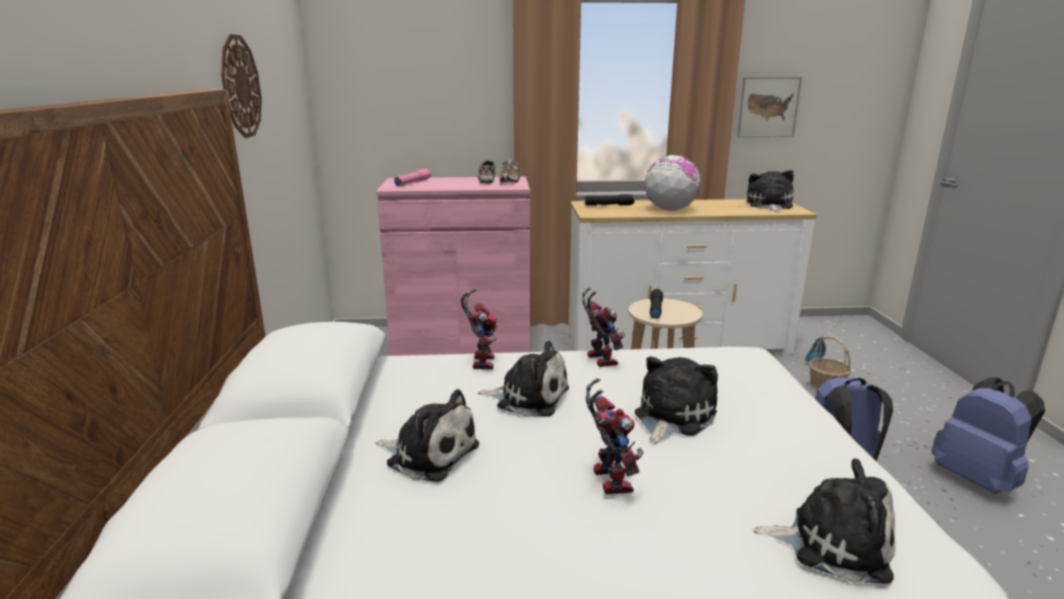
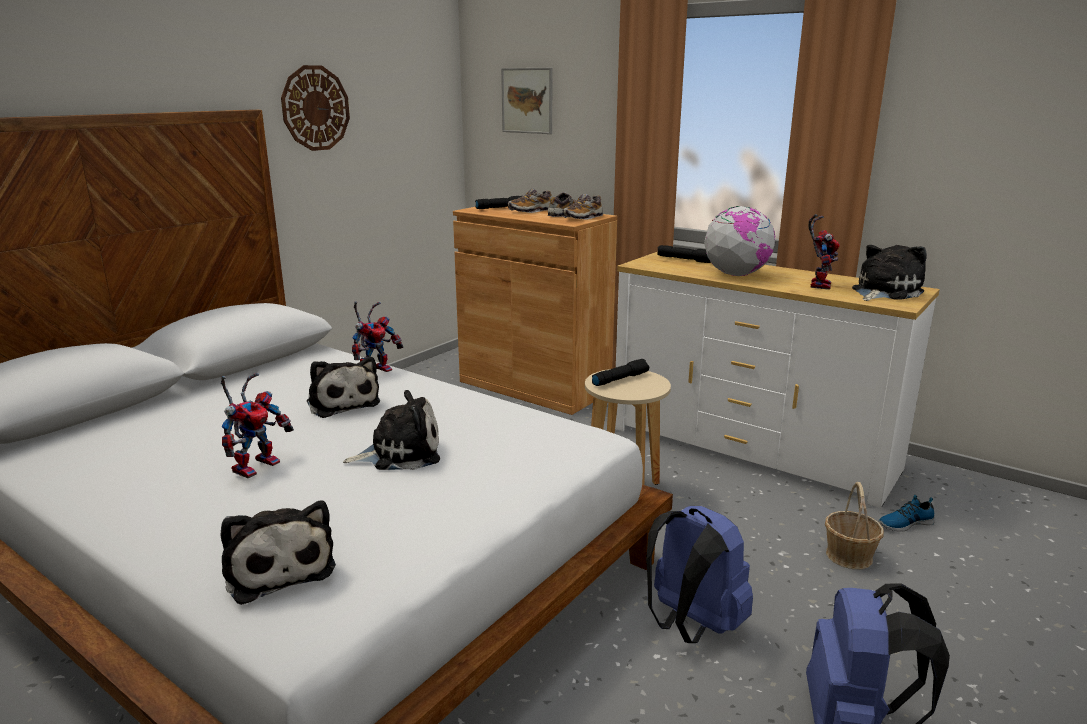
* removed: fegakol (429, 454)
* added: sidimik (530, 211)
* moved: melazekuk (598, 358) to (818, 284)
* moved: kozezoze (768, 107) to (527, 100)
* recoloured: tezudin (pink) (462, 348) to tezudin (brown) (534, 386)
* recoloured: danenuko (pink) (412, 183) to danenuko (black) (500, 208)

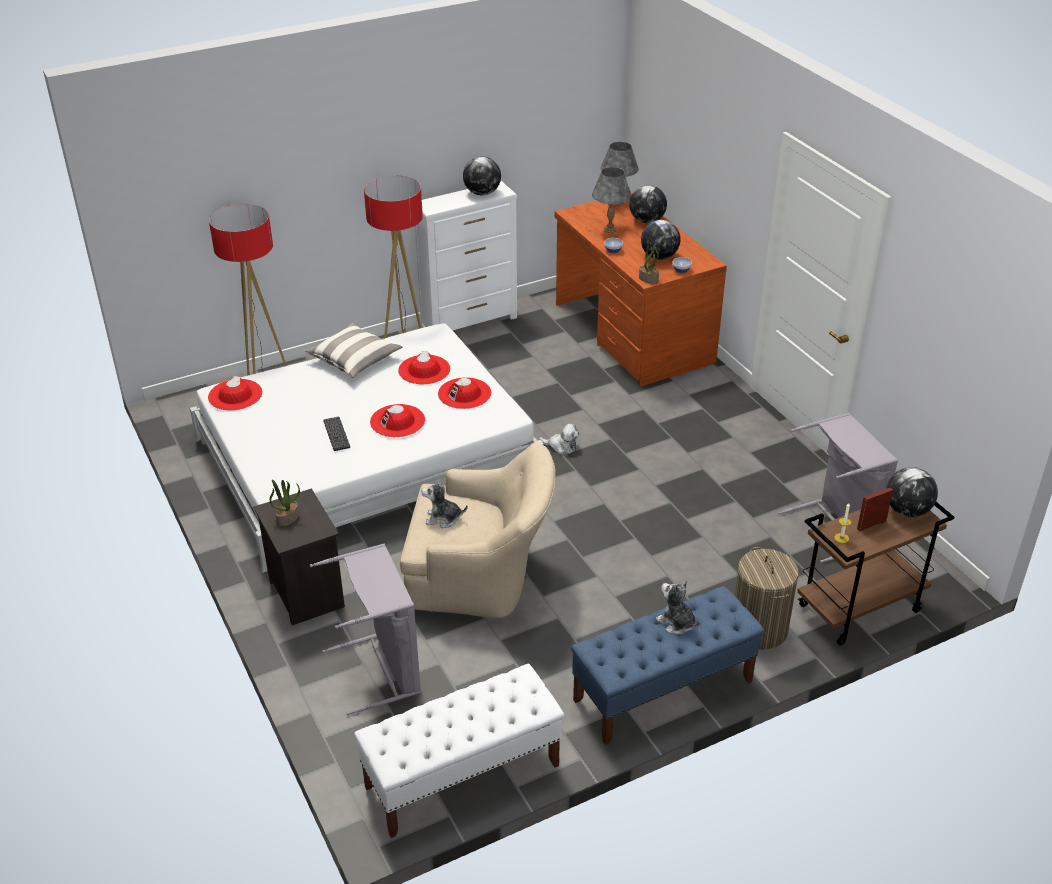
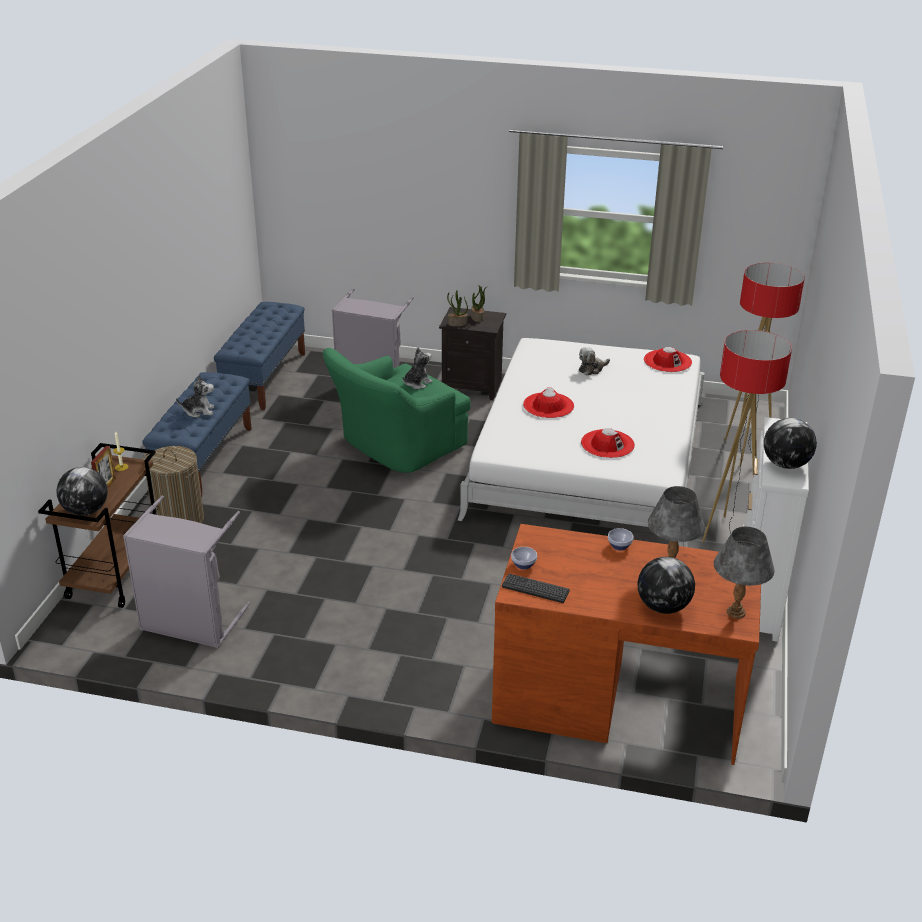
* removed: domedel (354, 360)
* removed: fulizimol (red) (464, 393)
* removed: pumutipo (659, 256)
* moved: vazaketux (336, 434) to (535, 589)
* moved: fegakol (561, 446) to (592, 369)
* moved: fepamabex (649, 279) to (457, 323)
* recoloured: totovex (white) (462, 776) to totovex (blue) (265, 378)
* recoloured: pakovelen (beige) (482, 576) to pakovelen (green) (395, 446)

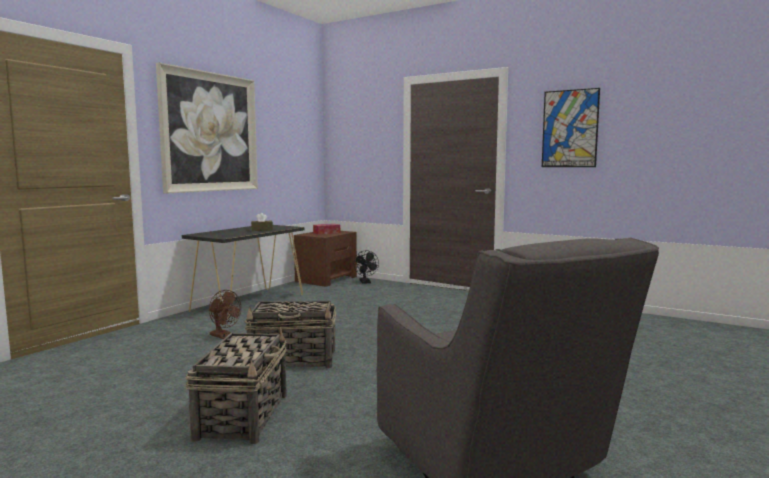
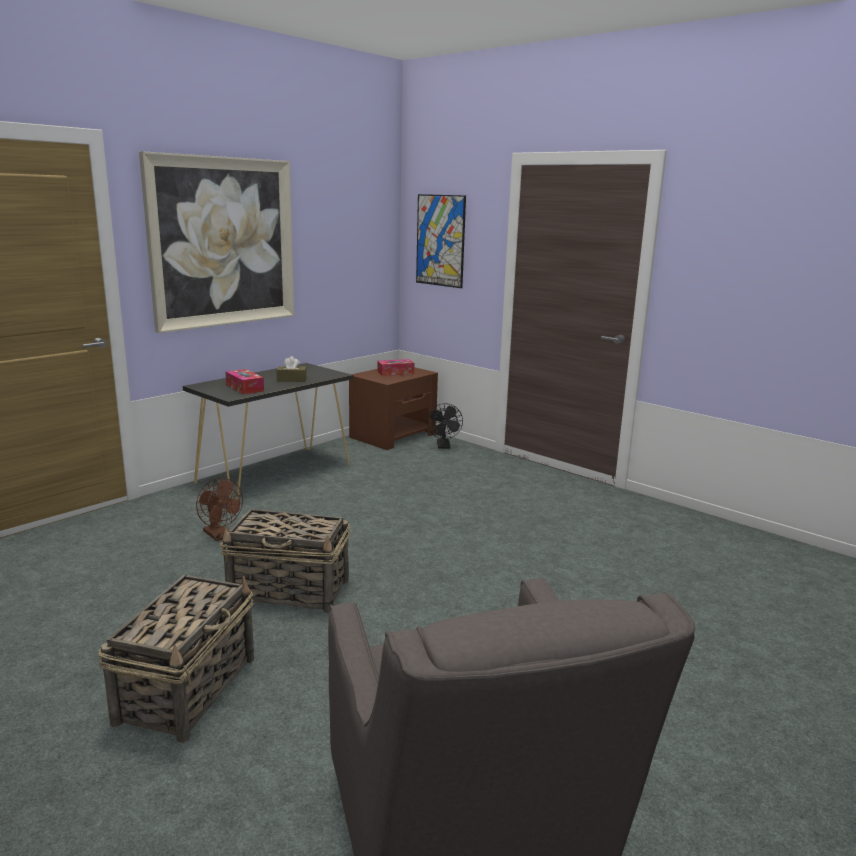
* added: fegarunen (244, 388)
* moved: kozezoze (570, 128) to (440, 240)

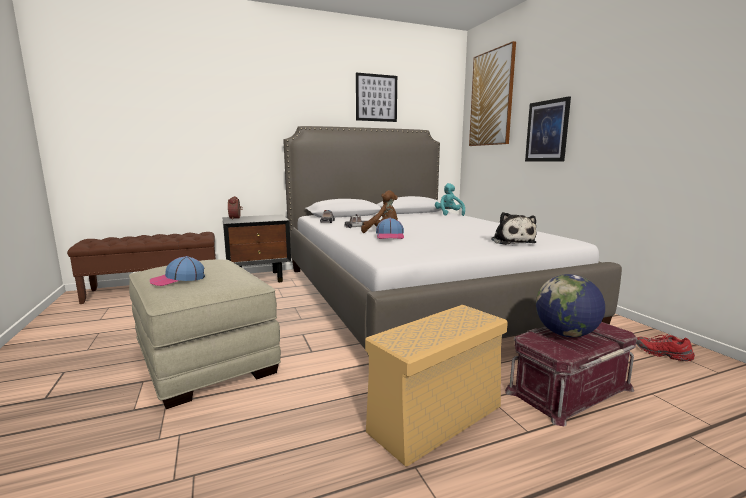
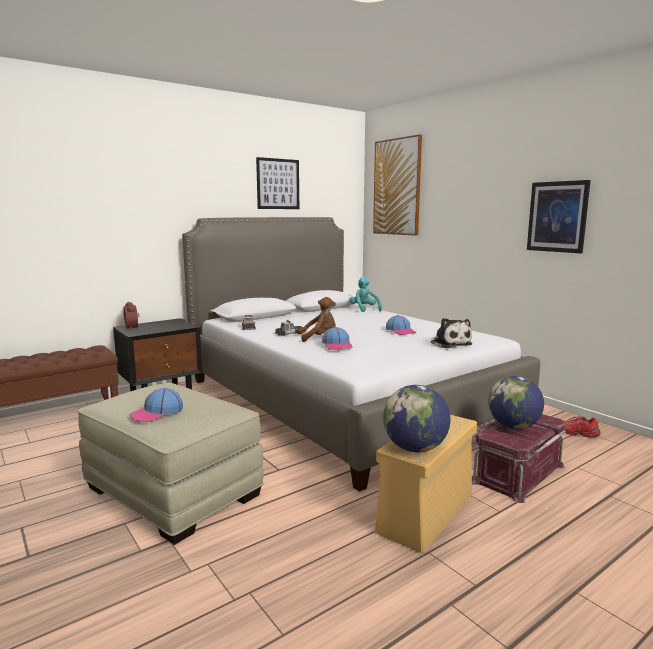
* added: pumutipo (415, 448)
* added: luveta (401, 331)
* moved: kozezoze (547, 131) to (557, 217)

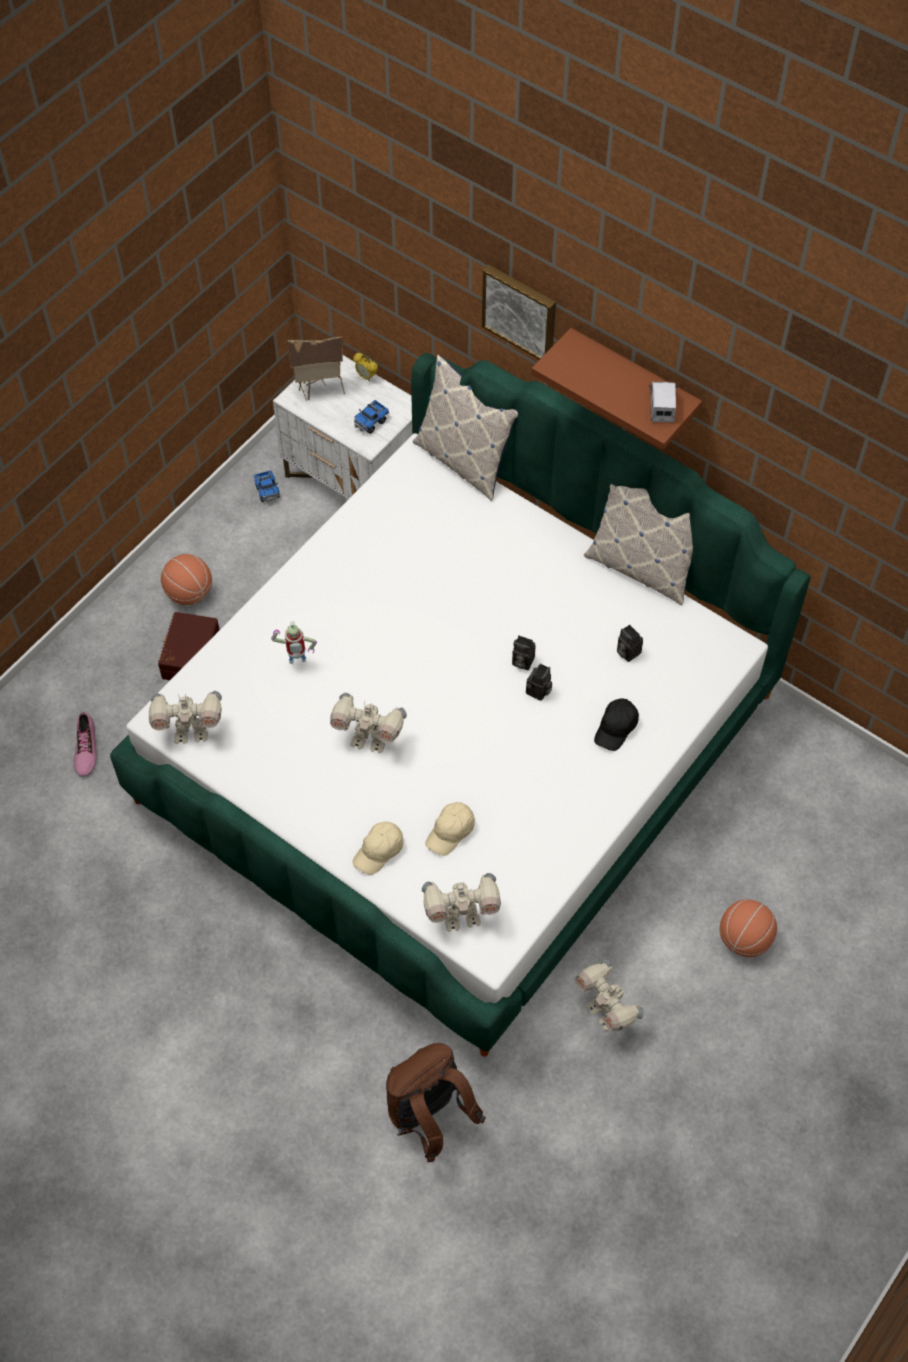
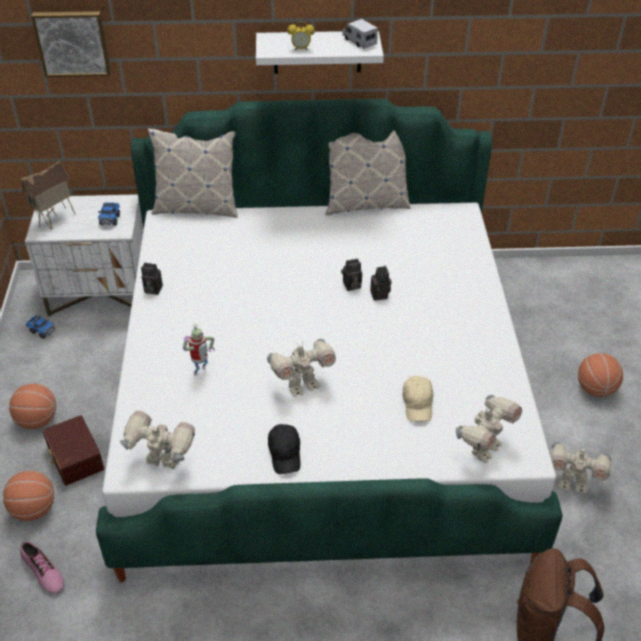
* removed: luveta (beige) (379, 851)
* added: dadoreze (33, 509)
* moved: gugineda (366, 377) to (301, 49)
* moved: kozezoze (520, 311) to (72, 43)
* moved: luveta (black) (616, 728) to (285, 453)
* moved: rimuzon (626, 651) to (152, 289)
* recoloured: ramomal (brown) (633, 382) to ramomal (white) (317, 52)
* turned: melazekuk (191, 732) = (163, 463) 120 degrees counterclockwise

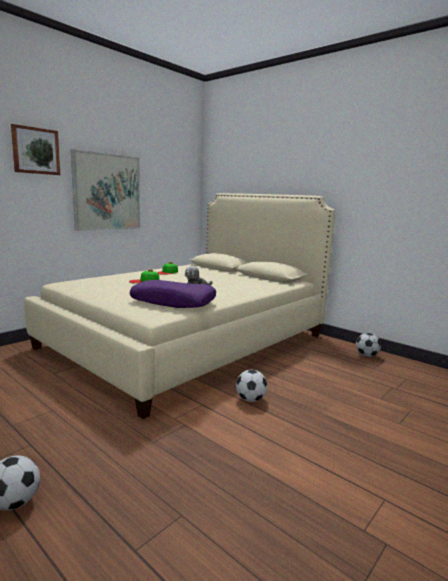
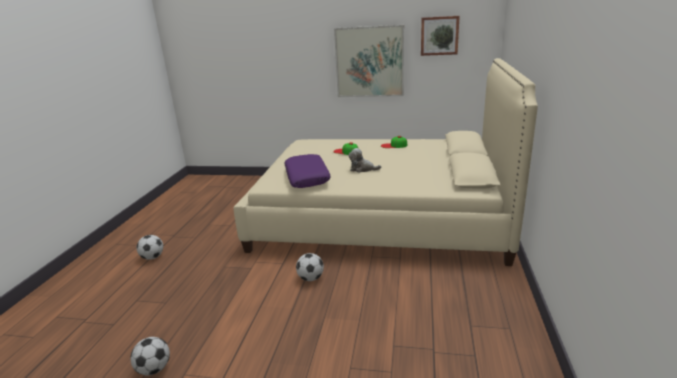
* moved: kozezoze (35, 151) to (439, 35)
* moved: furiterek (366, 355) to (154, 369)

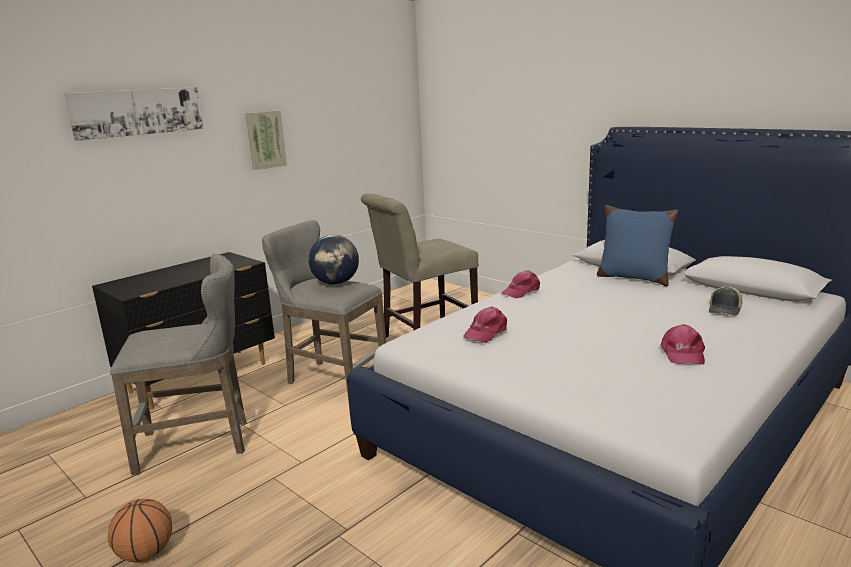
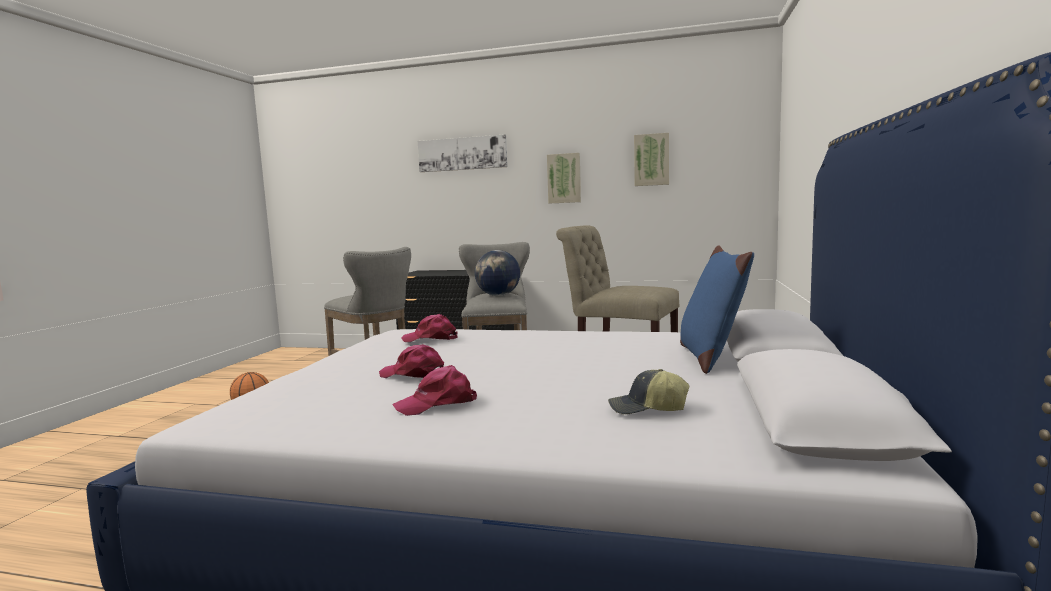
* added: kozezoze (651, 160)
* moved: luveta (pink) (521, 291) to (414, 374)

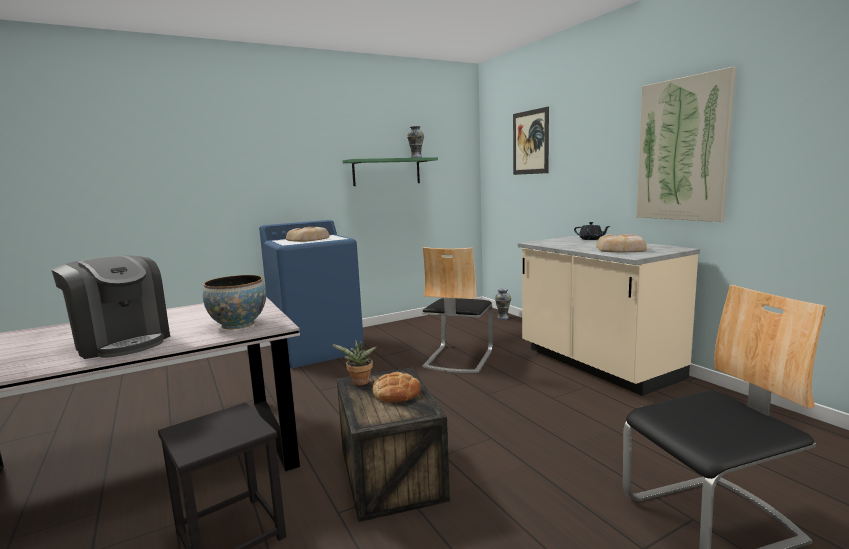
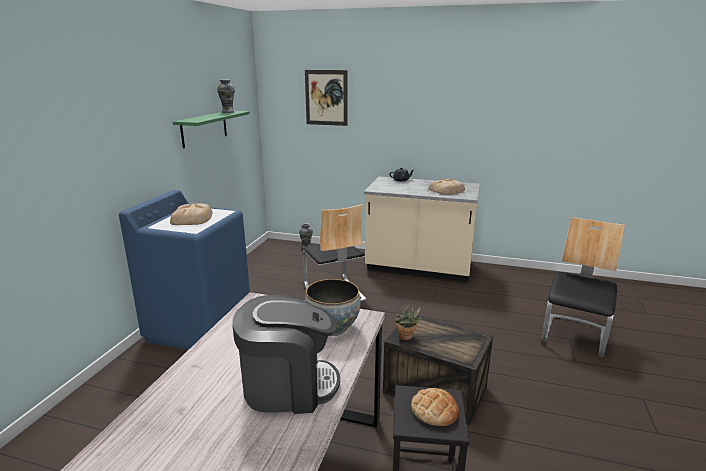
* removed: kozezoze (682, 150)
* moved: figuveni (396, 393) to (434, 410)

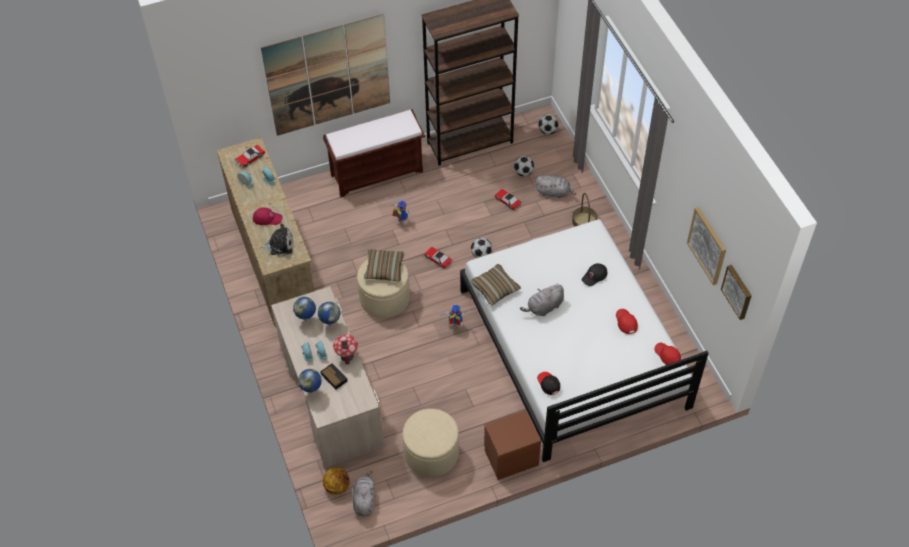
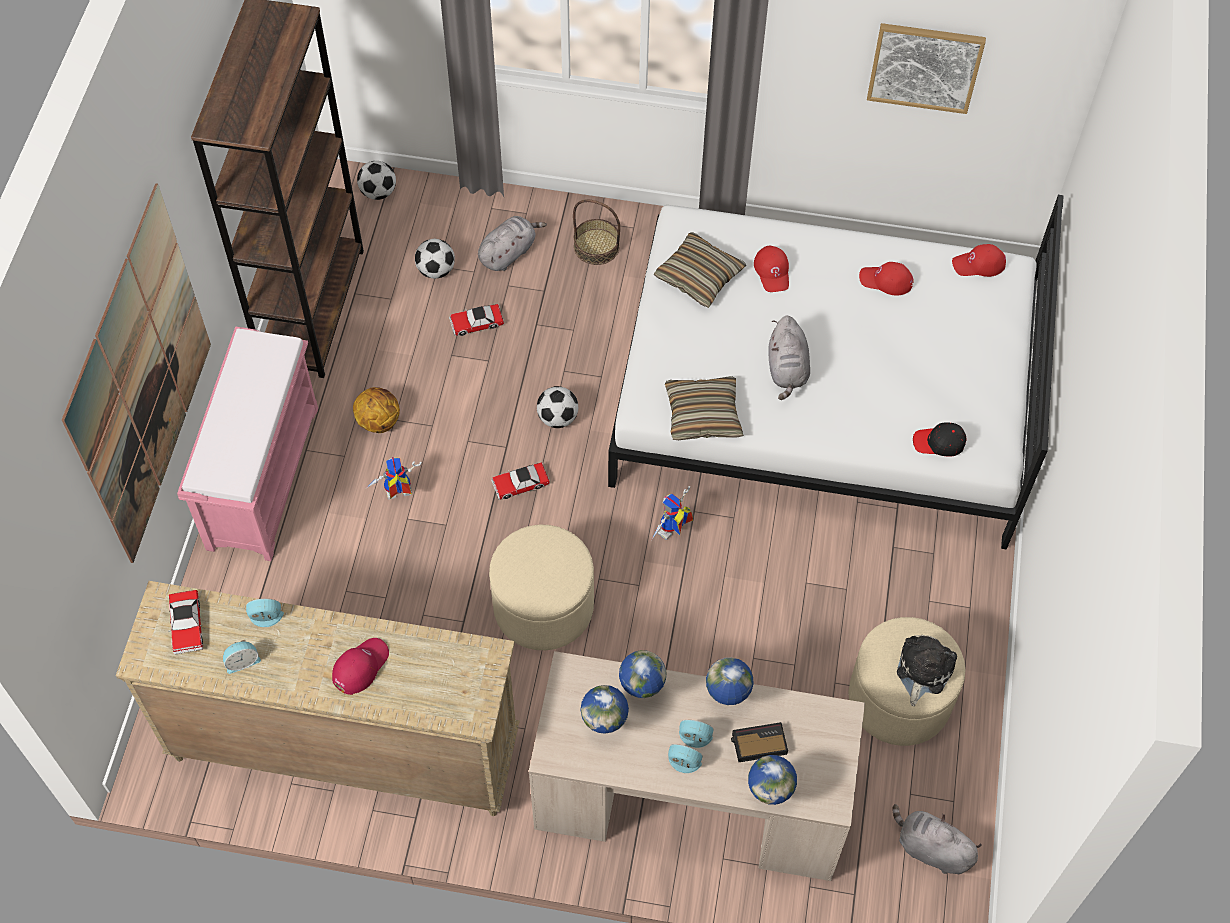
* removed: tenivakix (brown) (511, 457)
* removed: kozezoze (738, 291)
* moved: fegakol (279, 245) to (922, 671)
* moved: dadoreze (337, 486) to (378, 421)
* moved: domedel (384, 269) to (698, 276)
* replaced: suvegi (347, 356) to pumutipo (727, 700)
* recoloured: totovex (brown) (377, 172) to totovex (pink) (263, 475)
* recoloured: luveta (black) (594, 276) to luveta (red) (772, 271)

